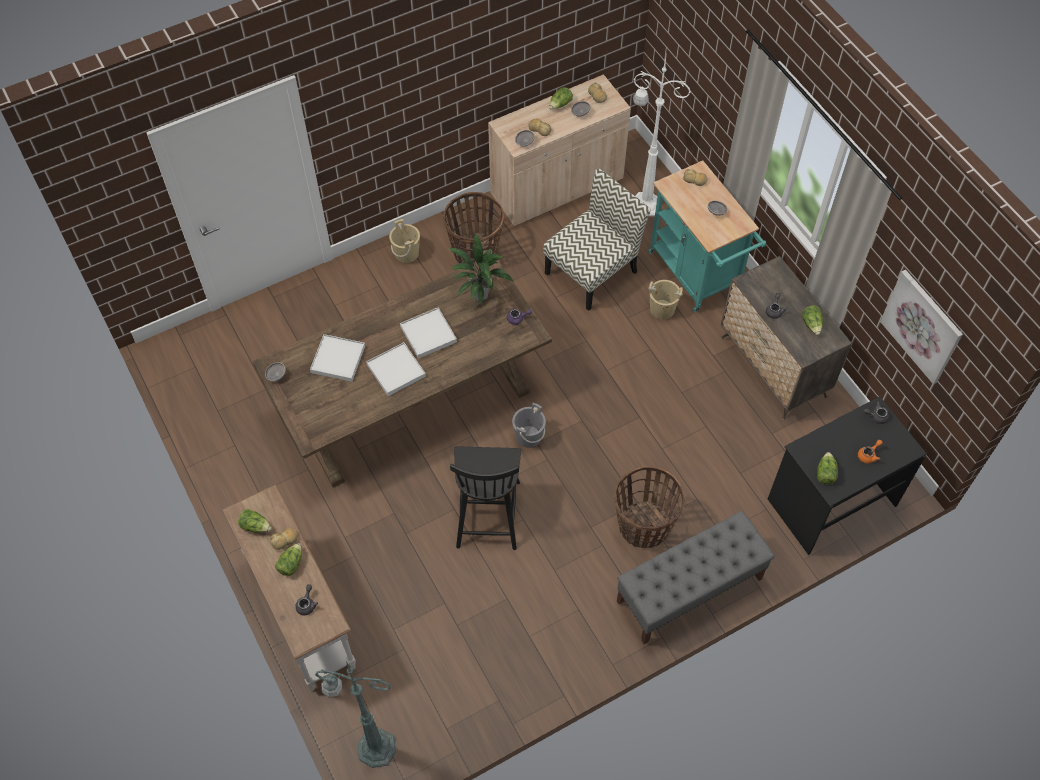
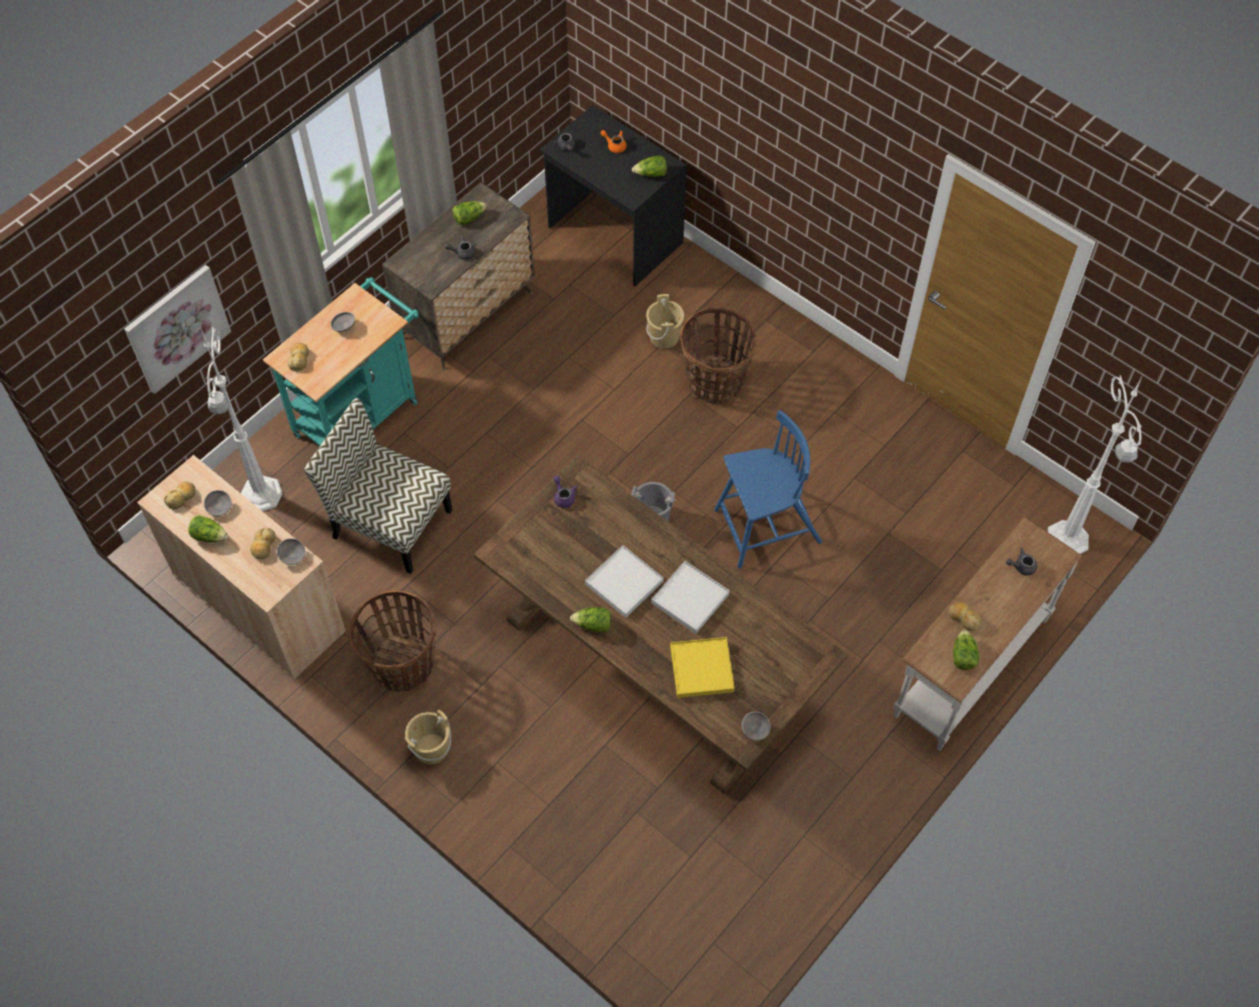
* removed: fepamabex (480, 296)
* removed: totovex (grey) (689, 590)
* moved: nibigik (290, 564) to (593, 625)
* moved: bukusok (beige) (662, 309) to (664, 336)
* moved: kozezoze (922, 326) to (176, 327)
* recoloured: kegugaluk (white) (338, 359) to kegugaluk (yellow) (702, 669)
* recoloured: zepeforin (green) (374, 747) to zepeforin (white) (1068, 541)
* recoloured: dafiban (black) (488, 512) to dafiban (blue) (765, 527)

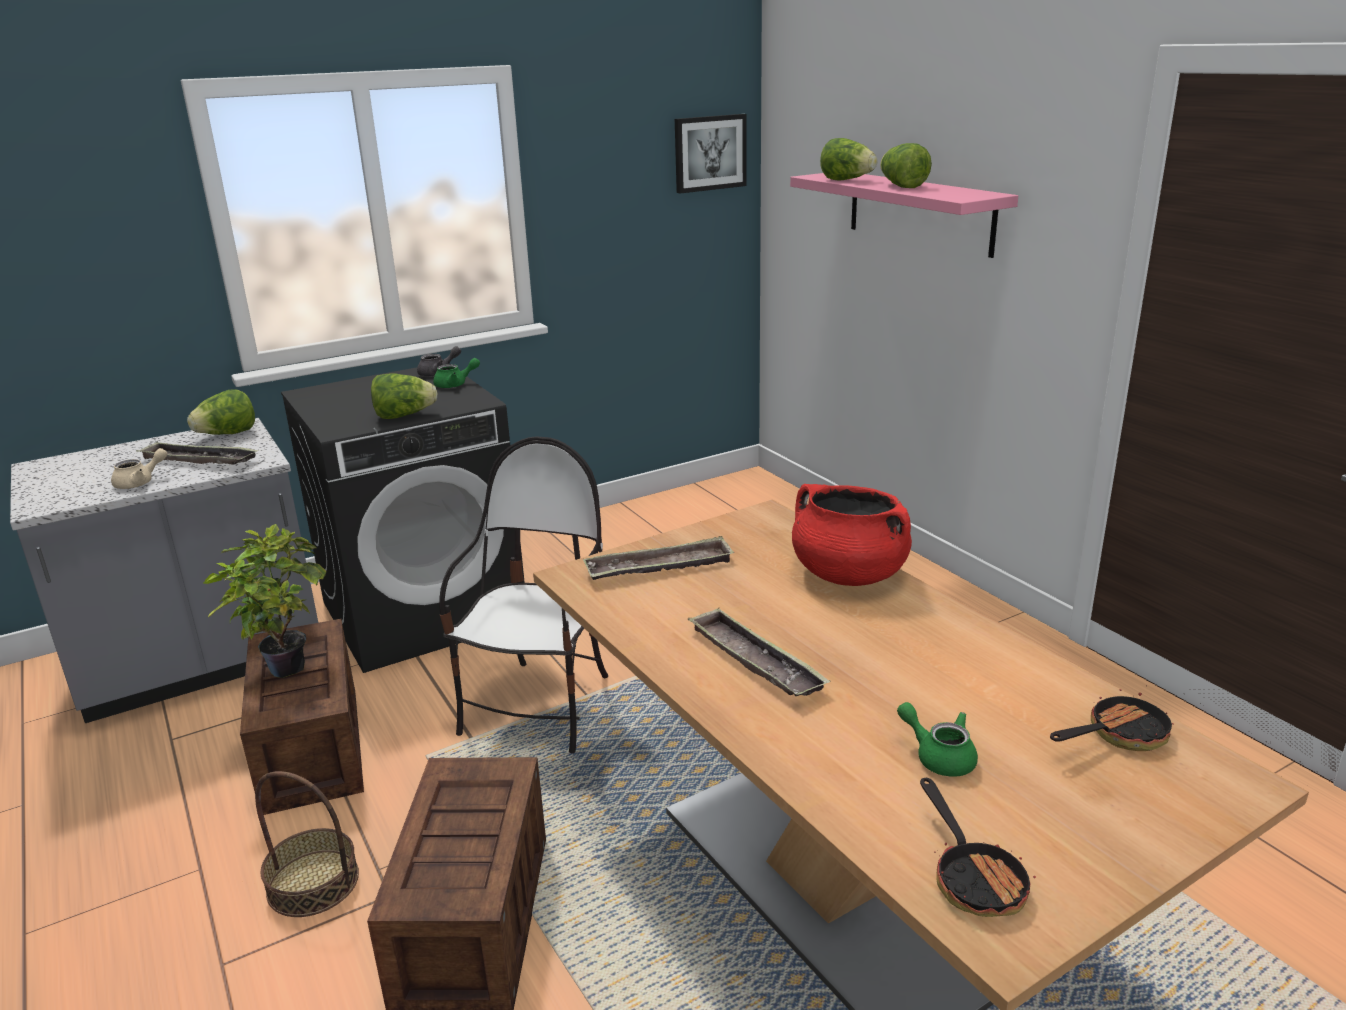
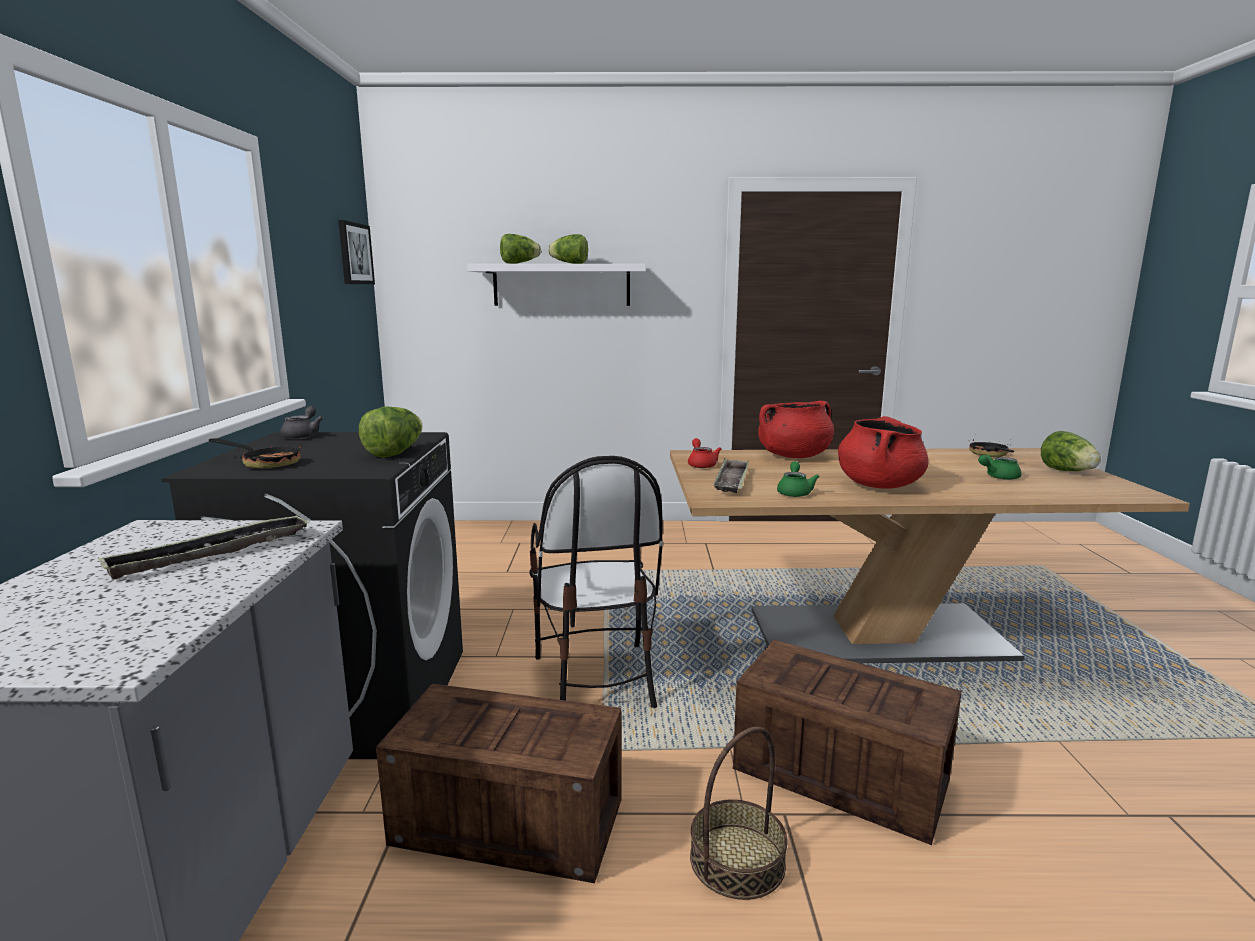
* removed: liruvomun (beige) (140, 482)
* removed: fepamabex (284, 665)
* added: liruvomun (red) (701, 464)
* moved: nibigik (227, 434) to (1067, 471)
* moved: liruvomun (green) (455, 385) to (794, 492)
* moved: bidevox (973, 877) to (265, 463)
* replaced: kegugaluk (754, 661) to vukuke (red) (879, 485)
* recoloured: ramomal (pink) (919, 212) to ramomal (white) (561, 285)
* turned: dafiban (540, 707) = (596, 679) 150 degrees counterclockwise

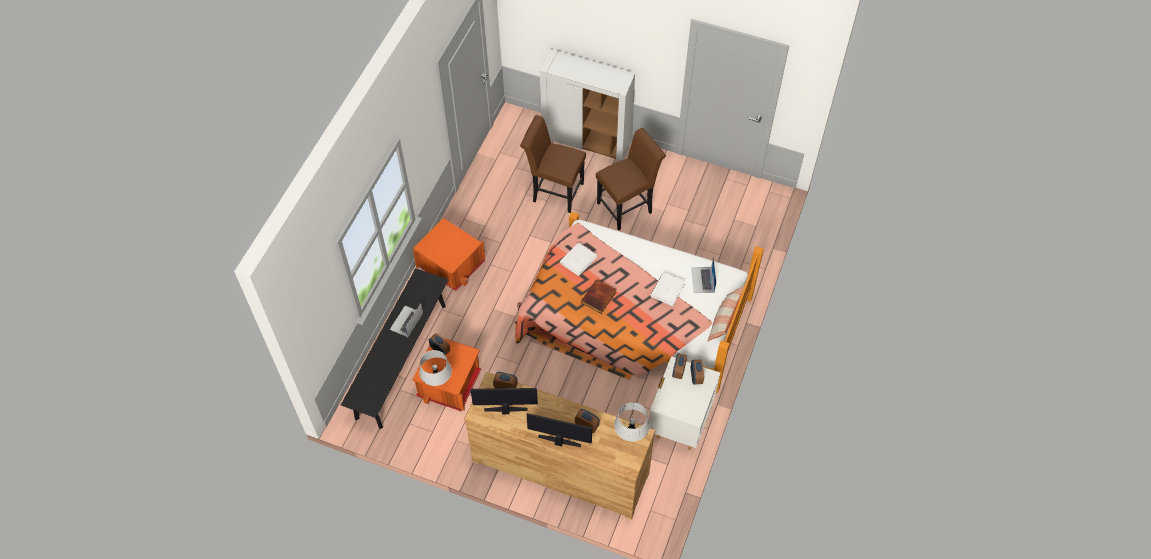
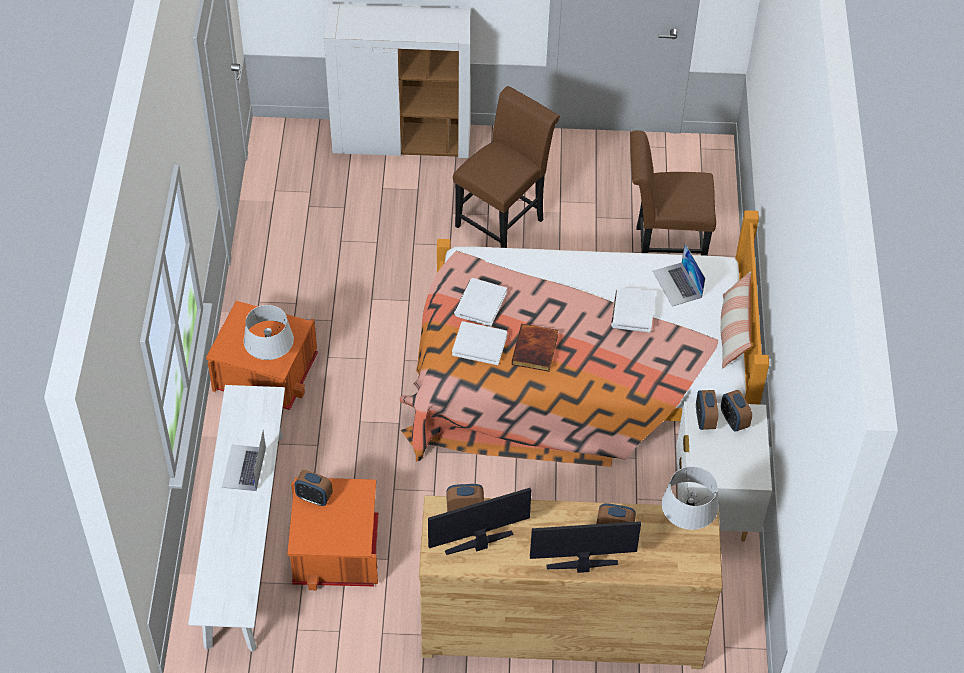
* added: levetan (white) (480, 344)
* moved: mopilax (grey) (437, 381) to (271, 359)
* moved: dafiban (brown) (554, 191) to (662, 251)
* recoloured: totovex (black) (401, 360) to totovex (white) (244, 537)

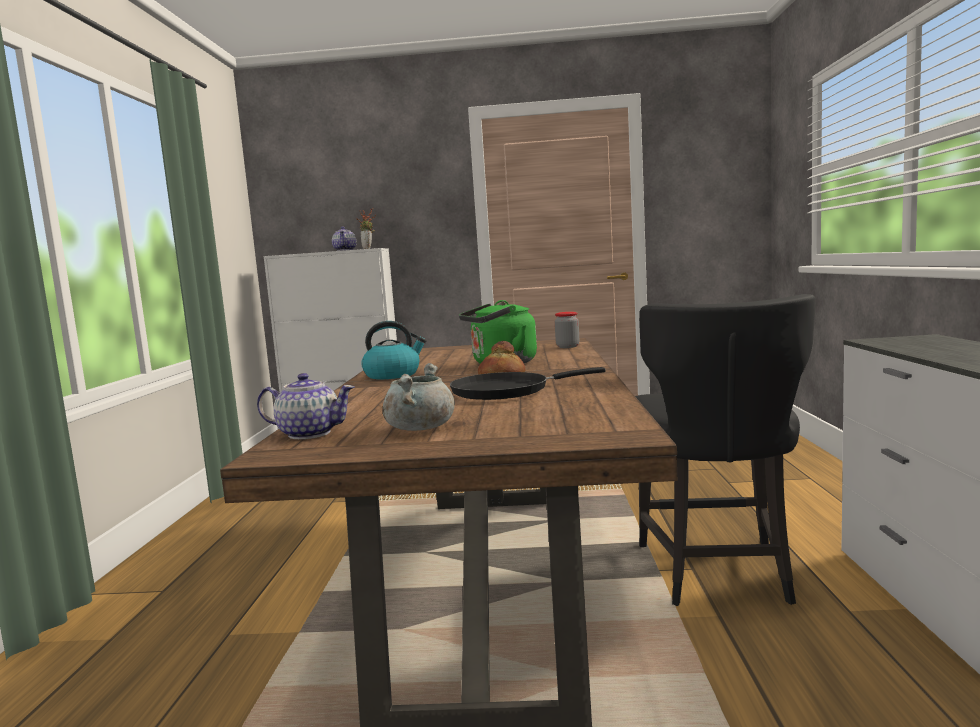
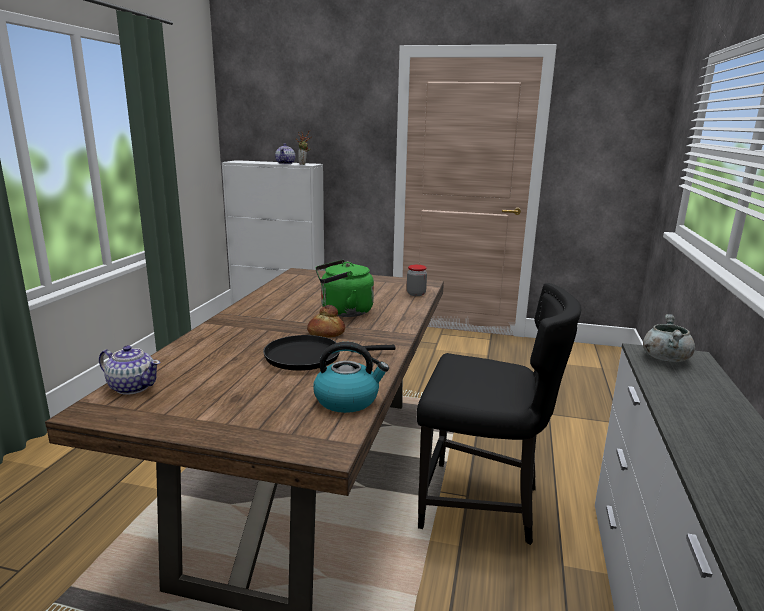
* moved: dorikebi (393, 375) to (347, 400)
* moved: vukuke (grey) (420, 428) to (664, 358)
* turned: dafiban (black) (716, 573) = (482, 505) 90 degrees counterclockwise

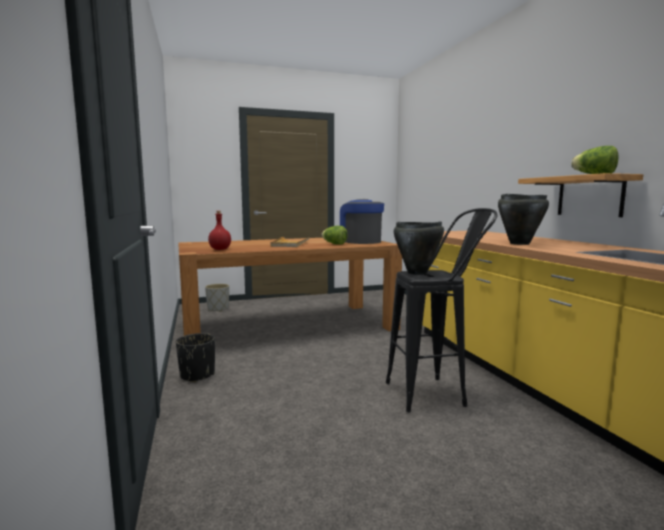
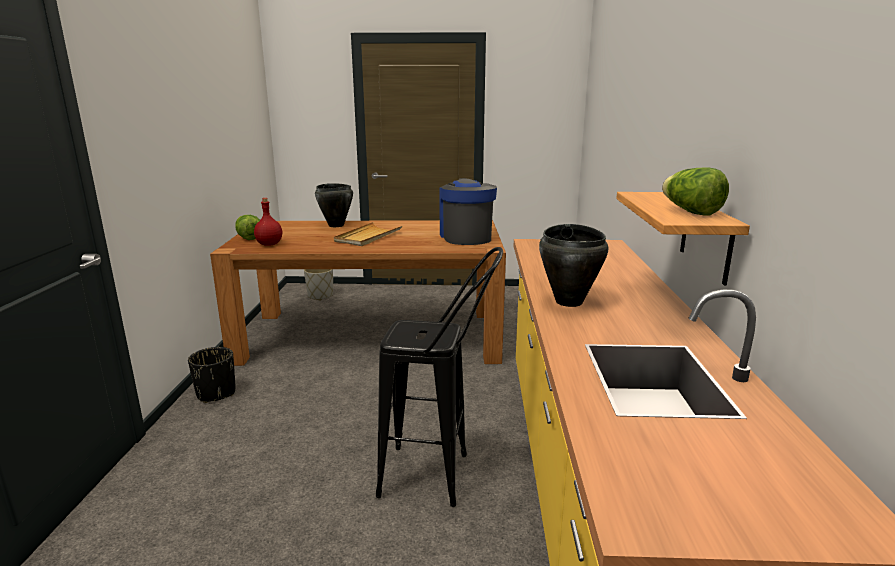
* moved: nibigik (334, 244) to (248, 238)
* moved: vukuke (black) (417, 273) to (336, 225)

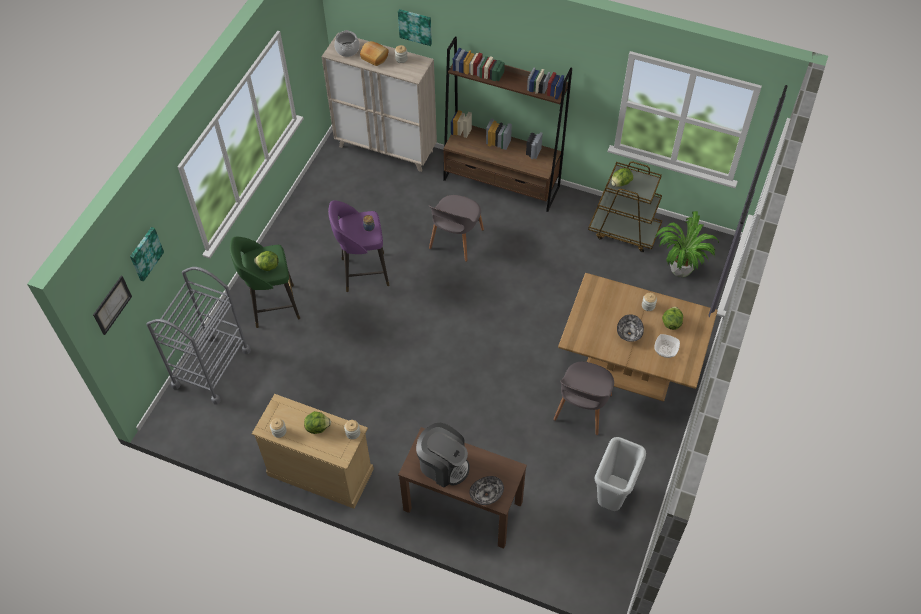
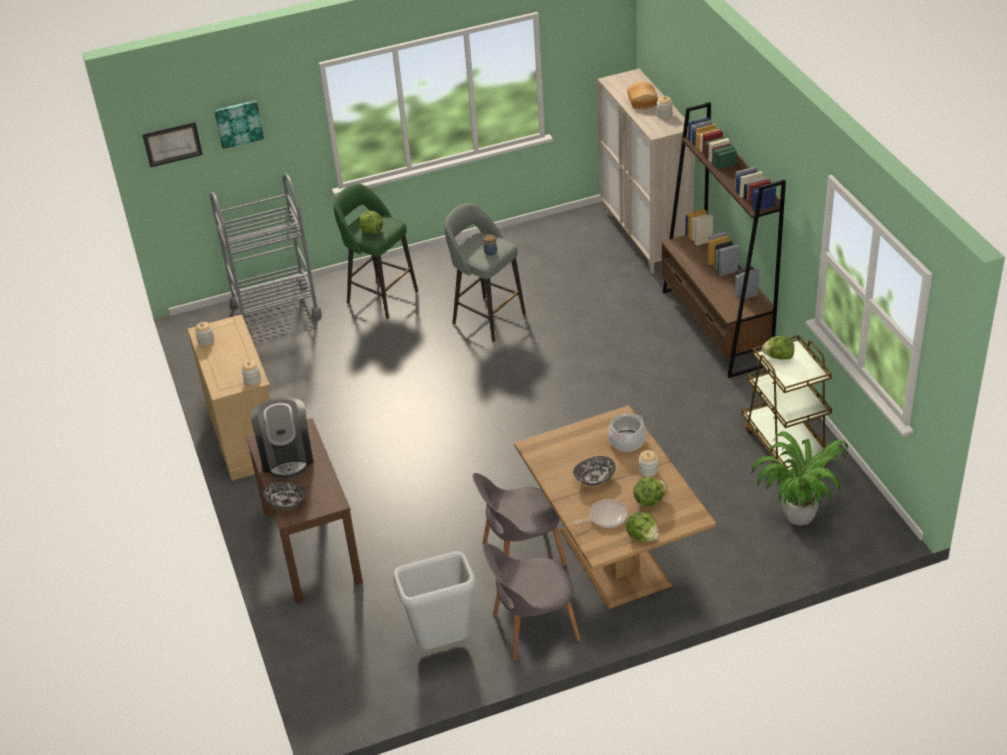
* removed: kozezoze (415, 26)
* moved: nibigik (317, 427) to (642, 536)
* moved: vukuke (347, 49) to (626, 441)
* moved: dafiban (grey) (455, 240) to (533, 628)
* replaced: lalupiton (664, 351) to bidevox (606, 517)
* recoloured: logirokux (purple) (363, 272) to logirokux (grey) (487, 318)

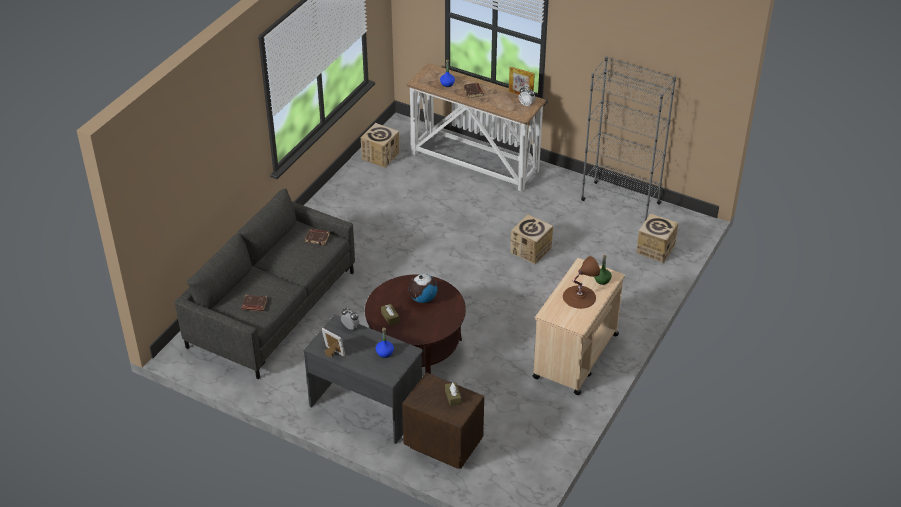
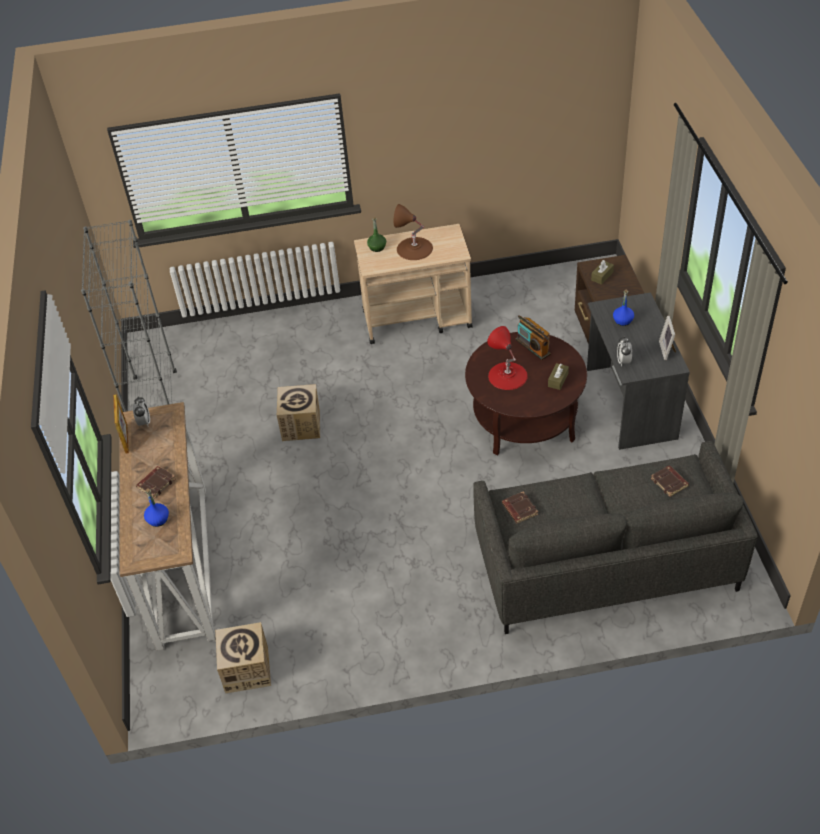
* removed: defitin (655, 249)
* added: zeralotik (532, 347)
* replaced: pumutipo (422, 298) to mopilax (red) (507, 375)

